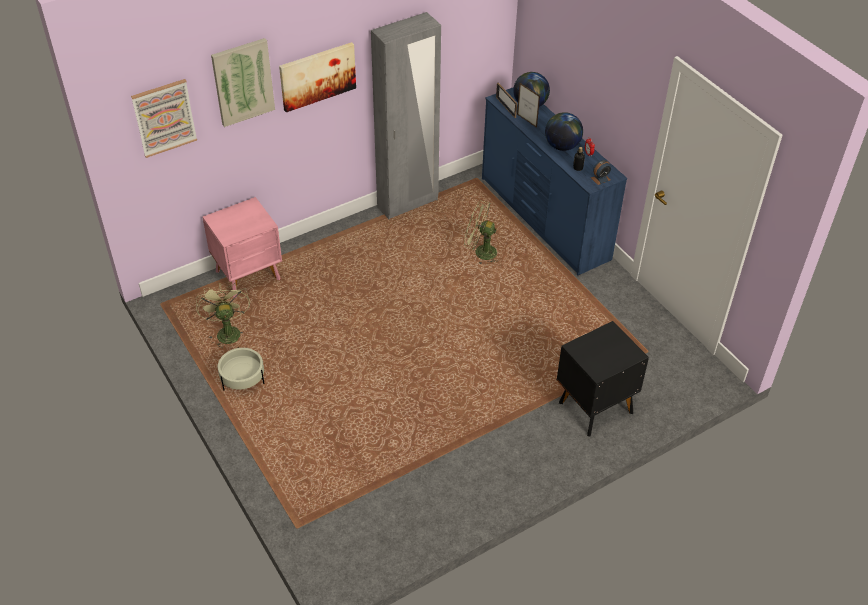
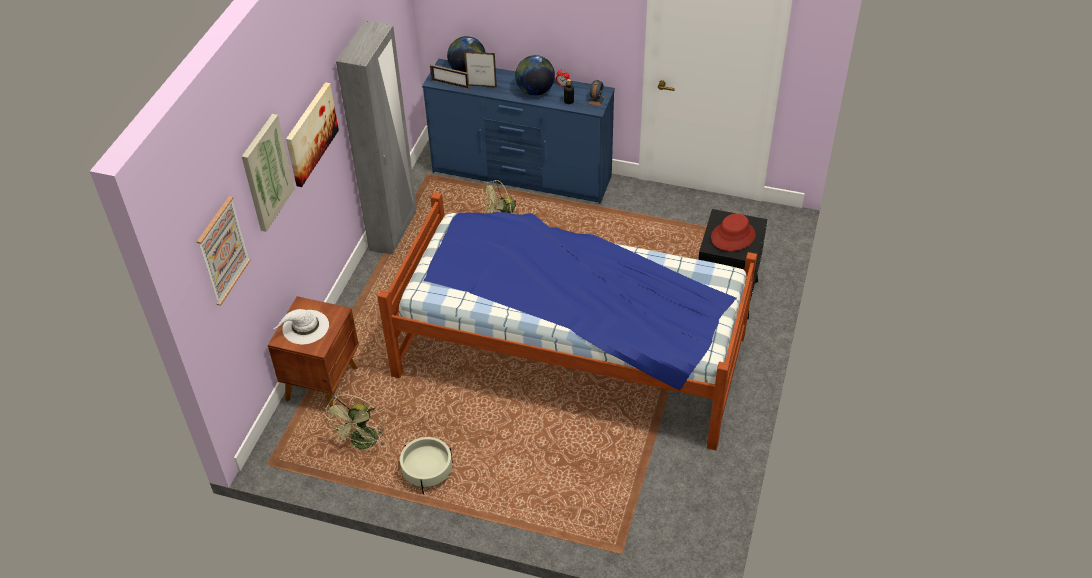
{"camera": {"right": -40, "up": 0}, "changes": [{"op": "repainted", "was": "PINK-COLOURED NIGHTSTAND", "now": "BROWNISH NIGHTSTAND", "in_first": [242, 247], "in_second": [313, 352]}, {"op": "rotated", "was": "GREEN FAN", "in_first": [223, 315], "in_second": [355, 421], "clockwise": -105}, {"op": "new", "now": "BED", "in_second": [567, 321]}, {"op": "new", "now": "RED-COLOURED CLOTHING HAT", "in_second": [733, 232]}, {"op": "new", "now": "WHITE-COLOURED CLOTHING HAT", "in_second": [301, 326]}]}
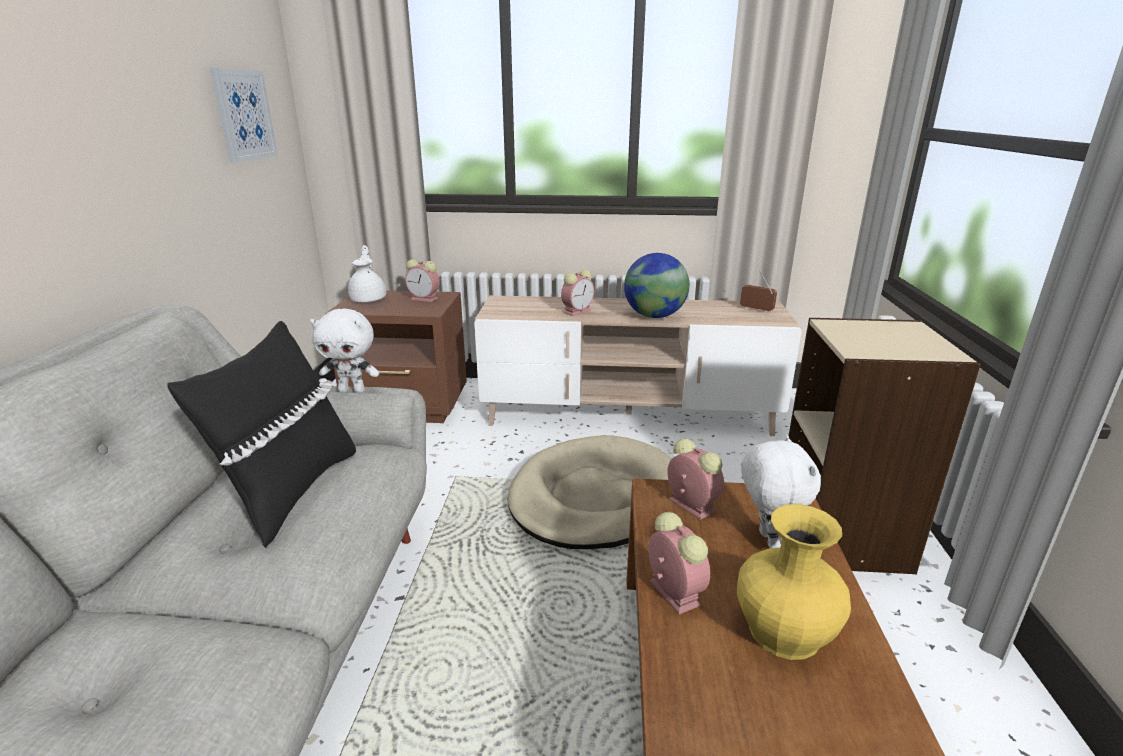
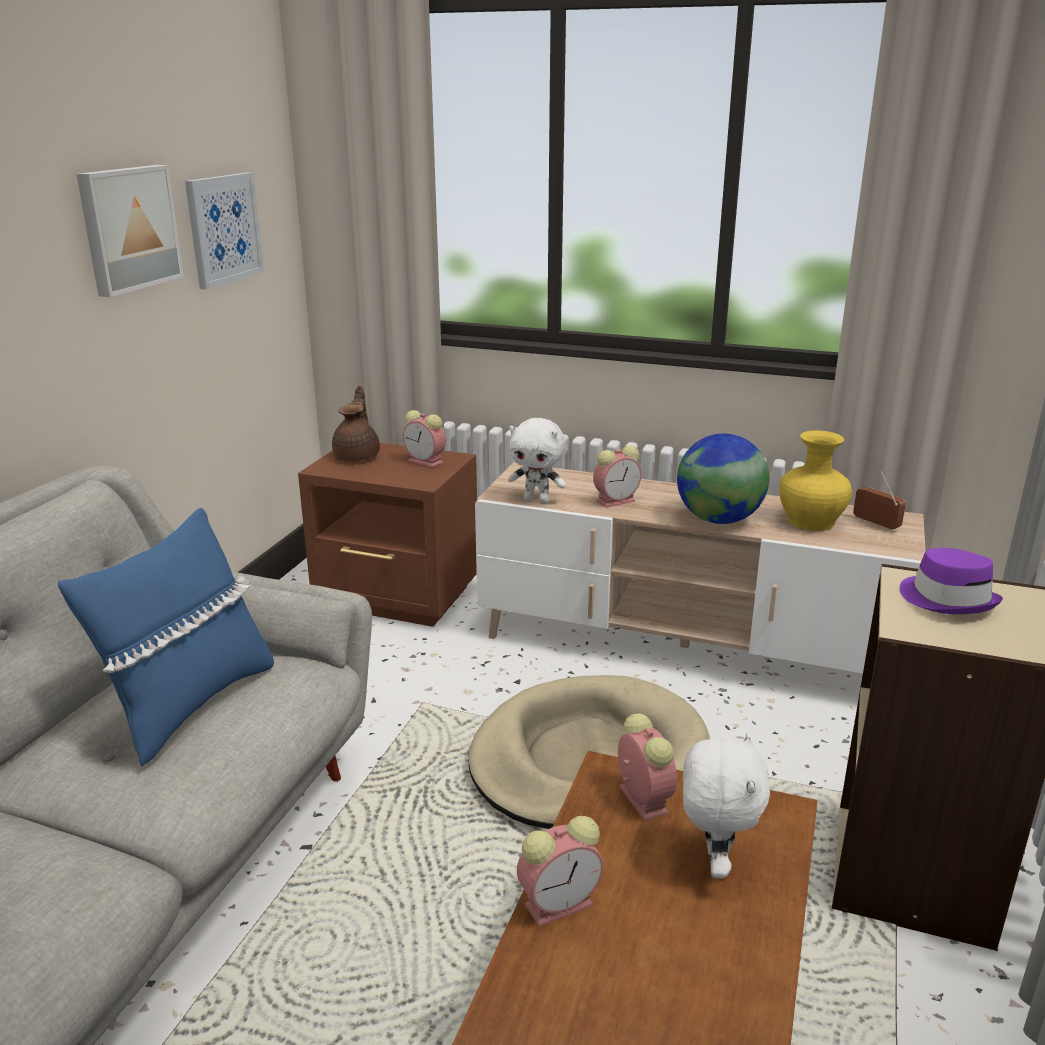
{"camera": {"right": 15, "up": 0}, "changes": [{"op": "repainted", "was": "WHITE-COLOURED TEA POT", "now": "BROWNISH TEA POT", "in_first": [367, 274], "in_second": [356, 423]}, {"op": "shifted", "was": "WHITE-COLOURED CUDDLY TOY", "in_first": [344, 351], "in_second": [537, 460]}, {"op": "repainted", "was": "BLACK-COLOURED PILLOW", "now": "BLUE PILLOW", "in_first": [261, 434], "in_second": [166, 637]}, {"op": "shifted", "was": "YELLOW-COLOURED FLOWER VASE", "in_first": [794, 582], "in_second": [815, 480]}, {"op": "rotated", "was": "TABLE CLOCK", "in_first": [679, 563], "in_second": [560, 871], "clockwise": 75}, {"op": "new", "now": "PICTURE", "in_second": [130, 231]}, {"op": "new", "now": "PURPLISH CLOTHING HAT", "in_second": [951, 581]}]}
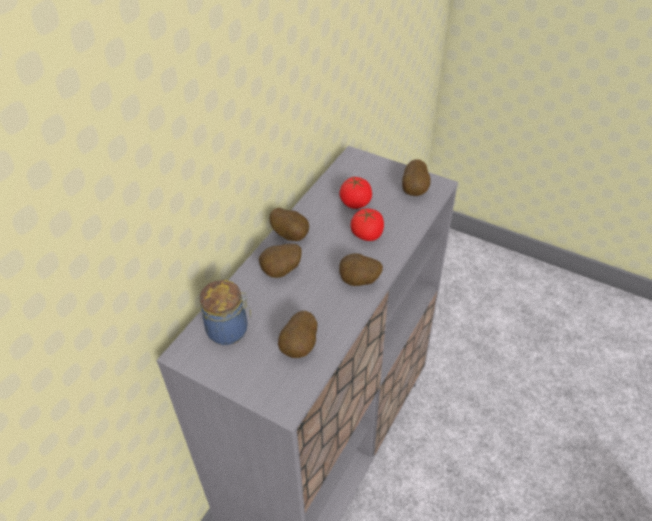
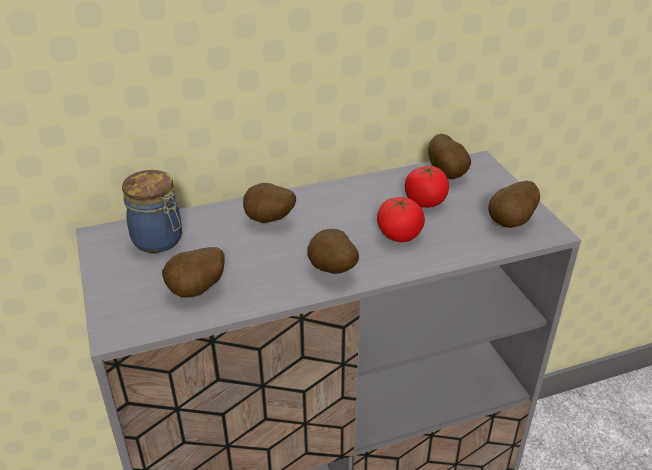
{"camera": {"right": 40, "up": -10}, "changes": [{"op": "shifted", "was": "WHOLE POTATO", "in_first": [289, 224], "in_second": [449, 156]}]}
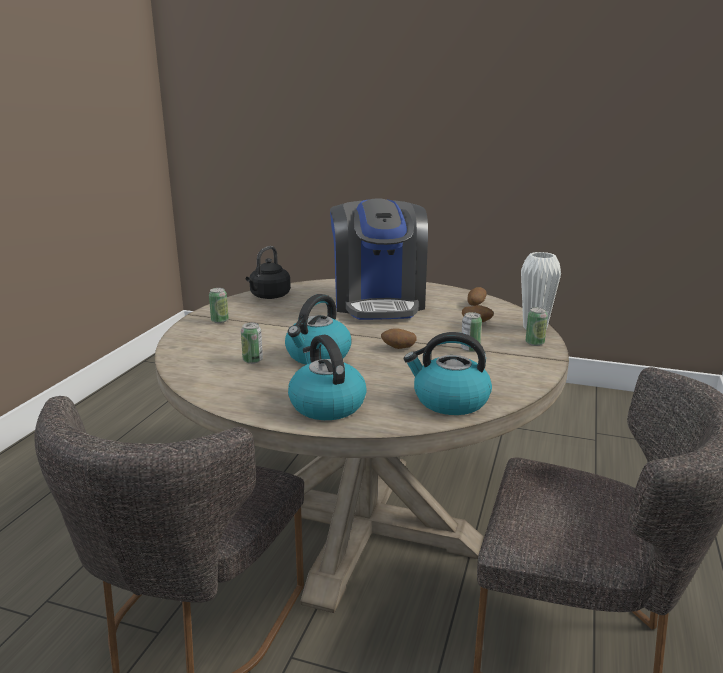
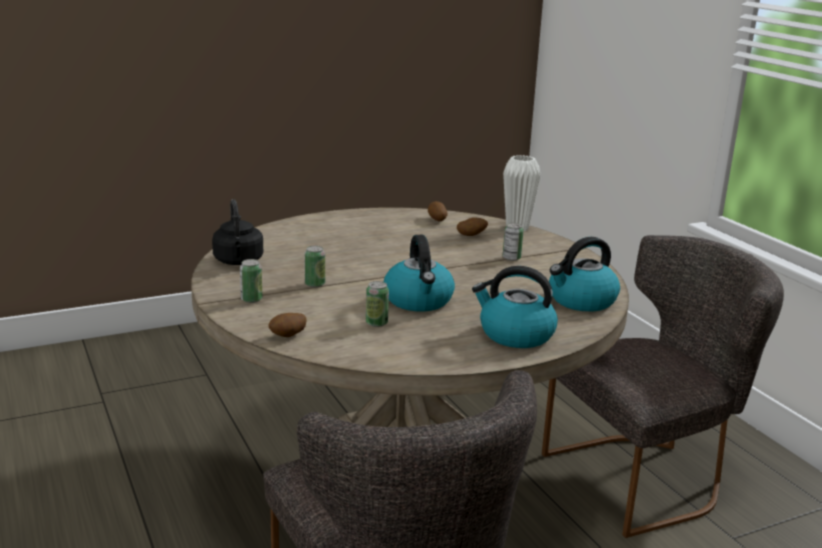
{"camera": {"right": -45, "up": 0}, "changes": [{"op": "gone", "was": "COFFEE MAKER", "in_first": [379, 259]}, {"op": "shifted", "was": "SEALED CAN", "in_first": [536, 326], "in_second": [315, 267]}, {"op": "shifted", "was": "WHOLE POTATO", "in_first": [399, 338], "in_second": [288, 325]}]}
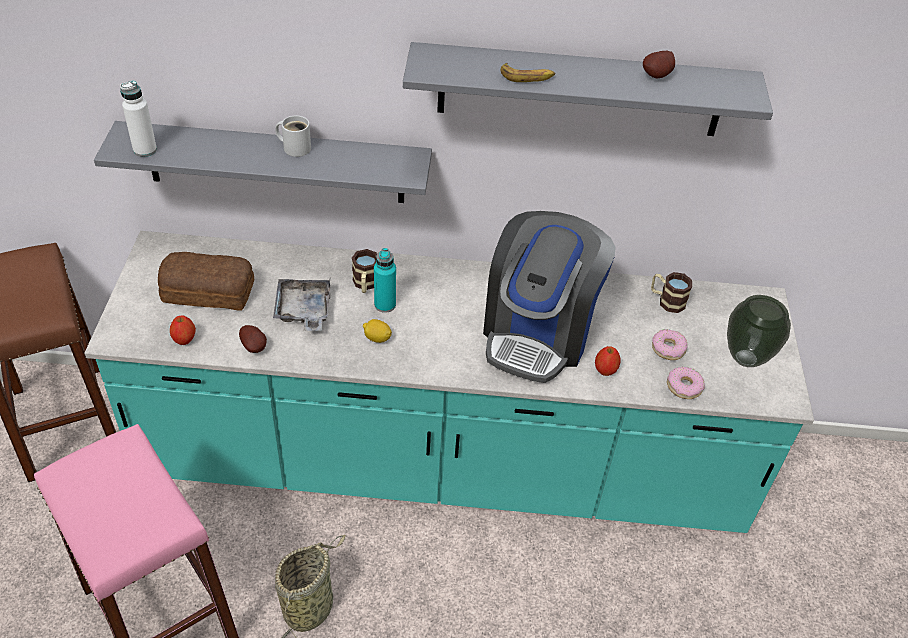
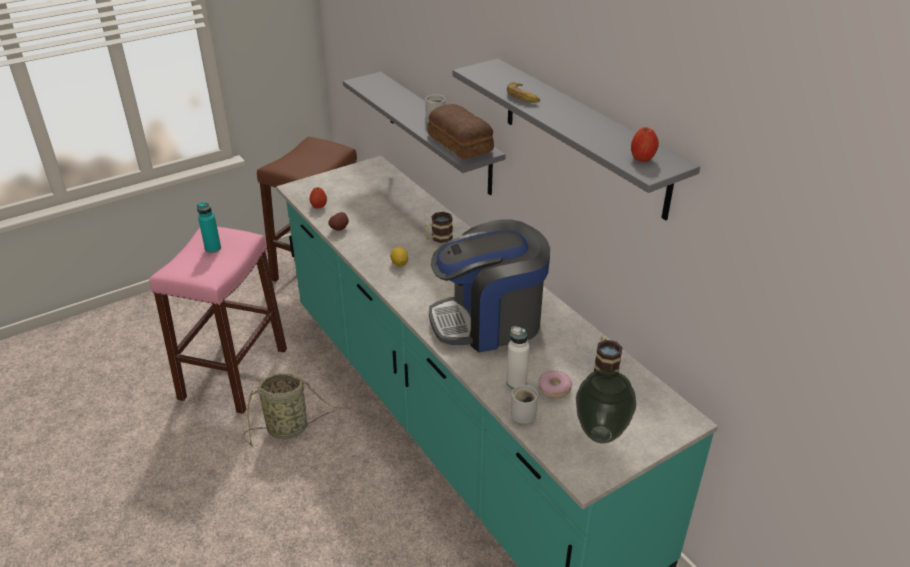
{"camera": {"right": 55, "up": -10}, "changes": [{"op": "gone", "was": "WHOLE POTATO", "in_first": [659, 64]}, {"op": "shifted", "was": "WHITE-COLOURED BEVERAGE BOTTLE", "in_first": [138, 119], "in_second": [517, 357]}, {"op": "shifted", "was": "TURQUOISE BEVERAGE BOTTLE", "in_first": [385, 280], "in_second": [209, 227]}, {"op": "shifted", "was": "BAKED BREAD", "in_first": [206, 281], "in_second": [460, 131]}, {"op": "gone", "was": "GREYISH TRAY", "in_first": [301, 305]}, {"op": "shifted", "was": "WHOLE APPLE", "in_first": [608, 361], "in_second": [645, 144]}, {"op": "swapped", "was": "RING DOUGHNUT", "now": "WHITE-COLOURED MUG", "in_first": [686, 383], "in_second": [524, 404]}]}
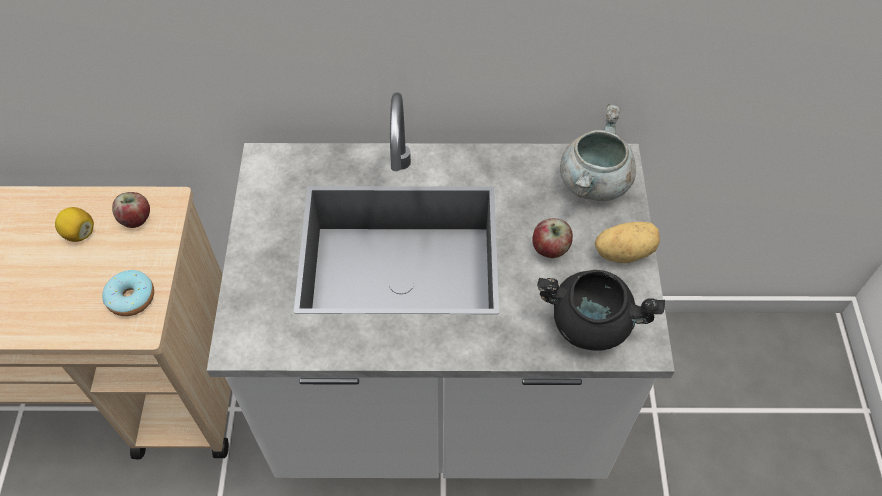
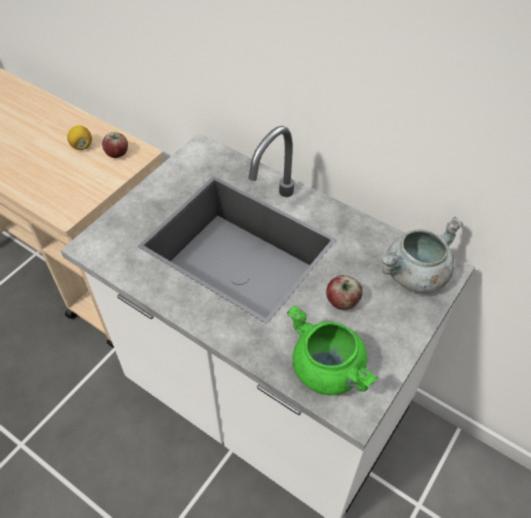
{"camera": {"right": 35, "up": -5}, "changes": [{"op": "gone", "was": "WHOLE POTATO", "in_first": [627, 242]}, {"op": "gone", "was": "RING DOUGHNUT", "in_first": [128, 293]}, {"op": "repainted", "was": "BLACK-COLOURED SAUCEPOT", "now": "GREEN SAUCEPOT", "in_first": [601, 310], "in_second": [332, 350]}]}
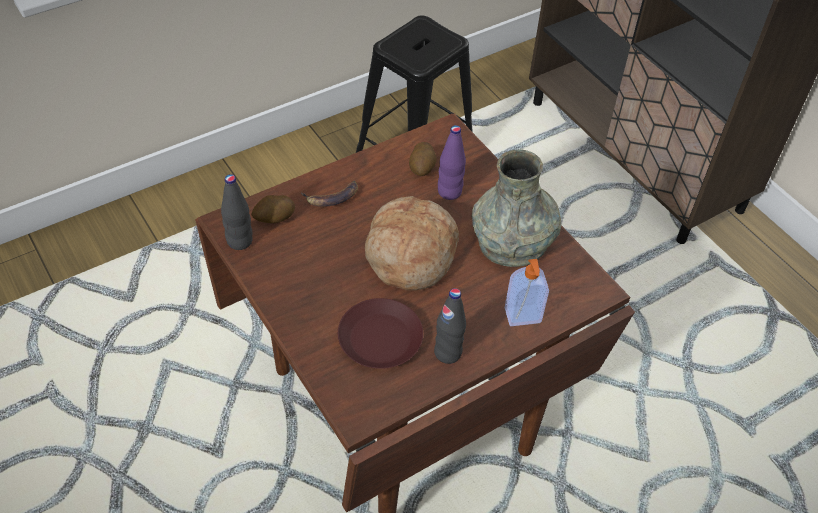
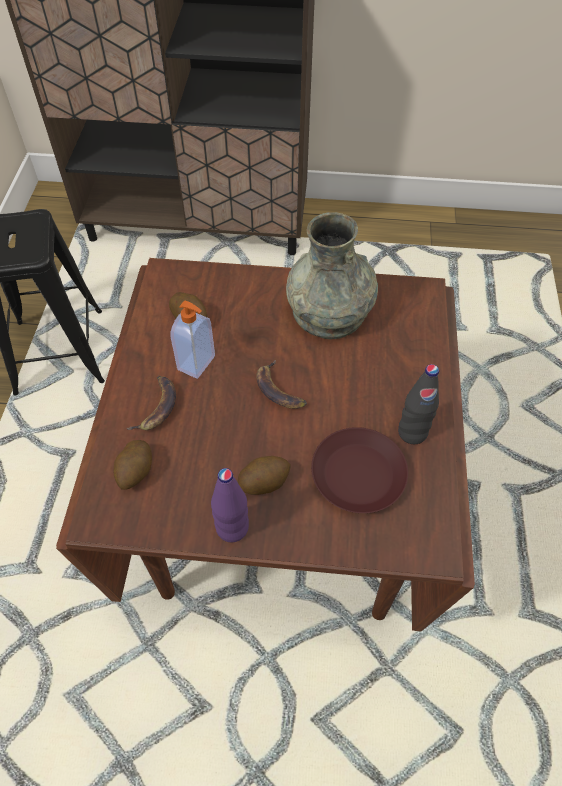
{"camera": {"right": -50, "up": 5}, "changes": [{"op": "shifted", "was": "PURPLISH BEVERAGE BOTTLE", "in_first": [452, 162], "in_second": [230, 505]}, {"op": "gone", "was": "BLACK-COLOURED BEVERAGE BOTTLE", "in_first": [237, 212]}, {"op": "swapped", "was": "BAKED BREAD", "now": "BANANA", "in_first": [412, 243], "in_second": [281, 384]}, {"op": "shifted", "was": "SOAP BOTTLE", "in_first": [527, 292], "in_second": [192, 339]}, {"op": "new", "now": "WHOLE POTATO", "in_second": [264, 475]}]}
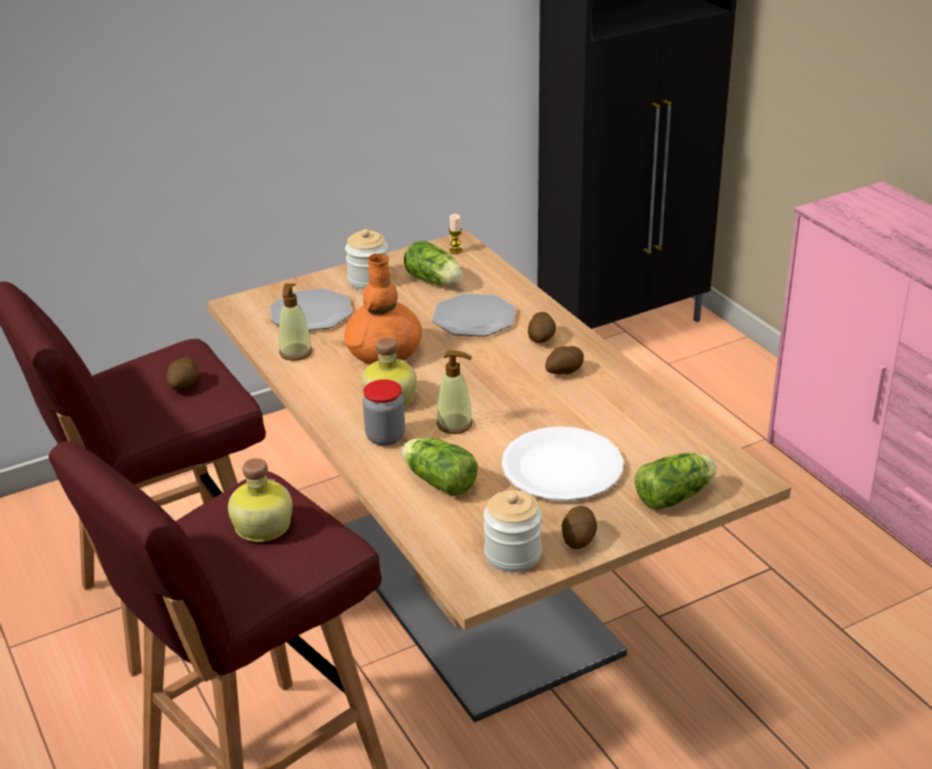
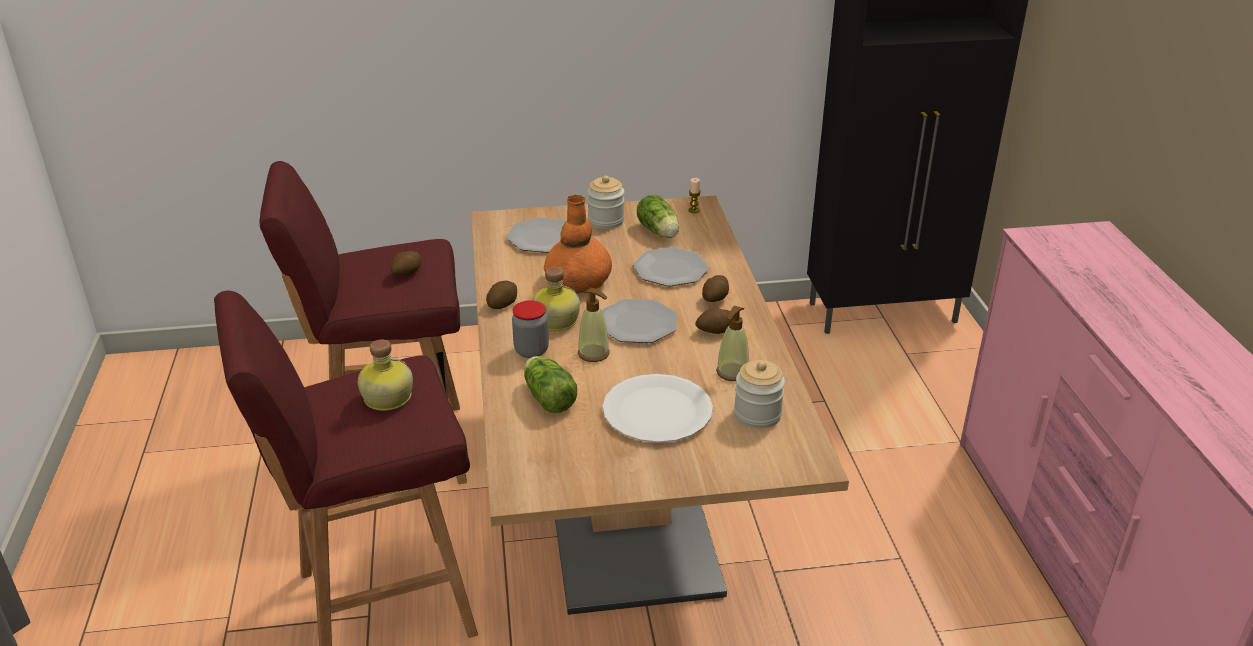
{"camera": {"right": 20, "up": 0}, "changes": [{"op": "shifted", "was": "SOAP BOTTLE", "in_first": [295, 322], "in_second": [732, 343]}, {"op": "gone", "was": "HEAD OF LETTUCE", "in_first": [676, 481]}, {"op": "shifted", "was": "PRESERVE JAR", "in_first": [513, 531], "in_second": [759, 394]}, {"op": "shifted", "was": "WHOLE POTATO", "in_first": [579, 527], "in_second": [501, 295]}, {"op": "new", "now": "DINNER PLATE", "in_second": [639, 321]}]}
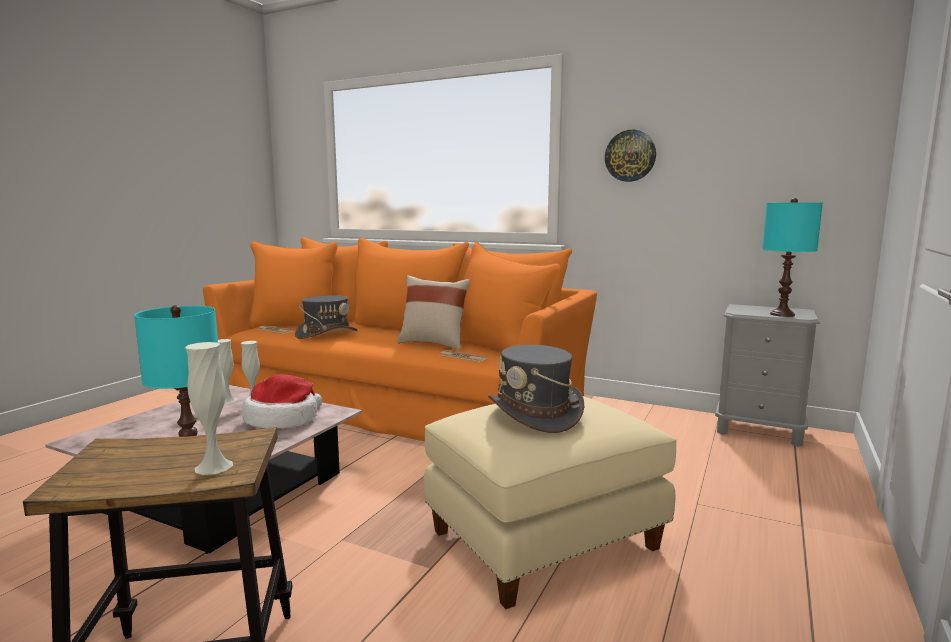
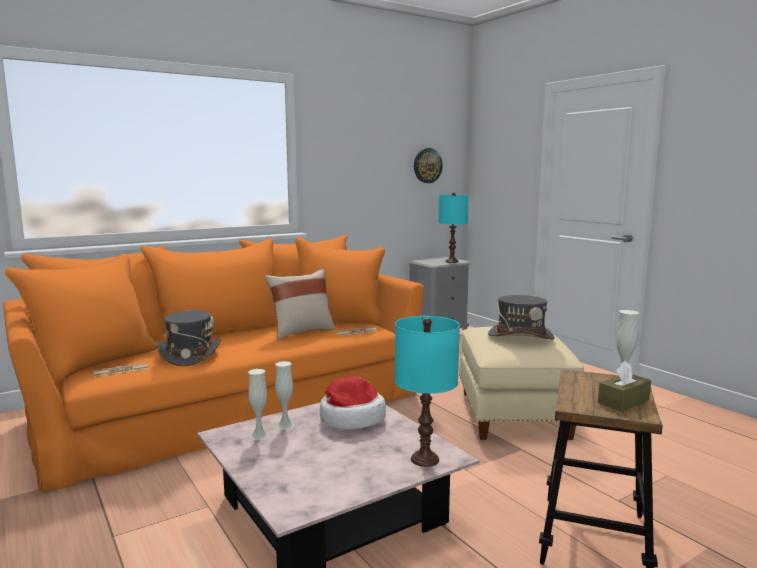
{"camera": {"right": -60, "up": 0}, "changes": [{"op": "shifted", "was": "CLOCK ON THE WALL", "in_first": [630, 156], "in_second": [428, 165]}, {"op": "new", "now": "BROWNISH TISSUE BOX", "in_second": [624, 386]}]}
